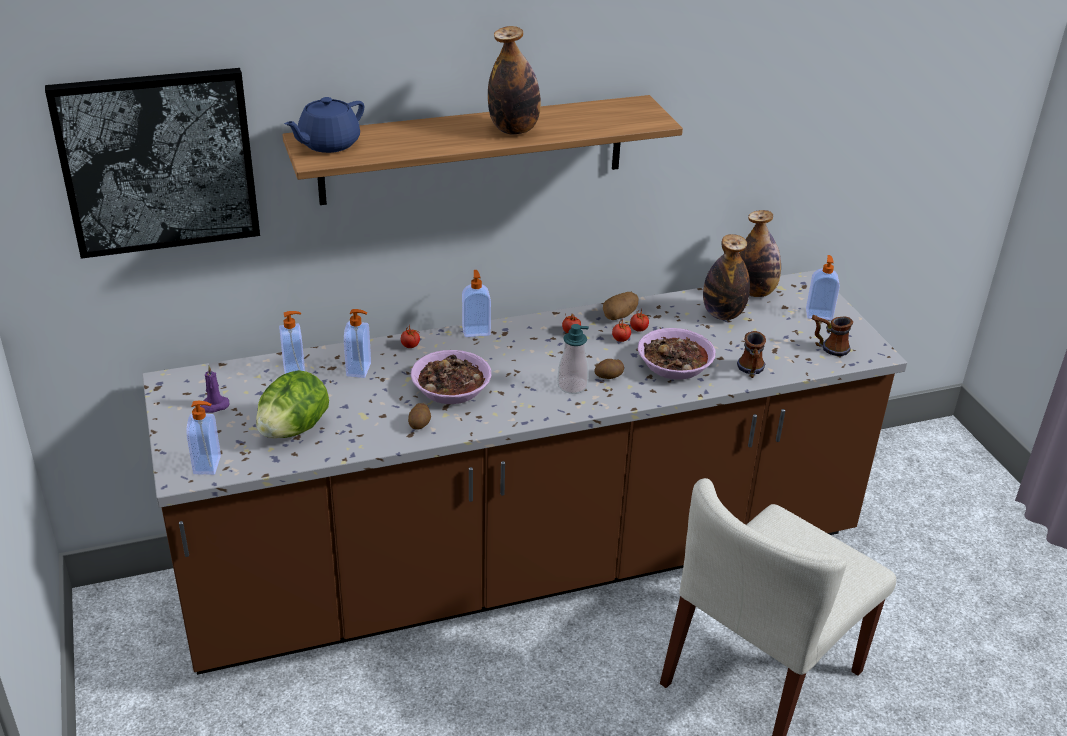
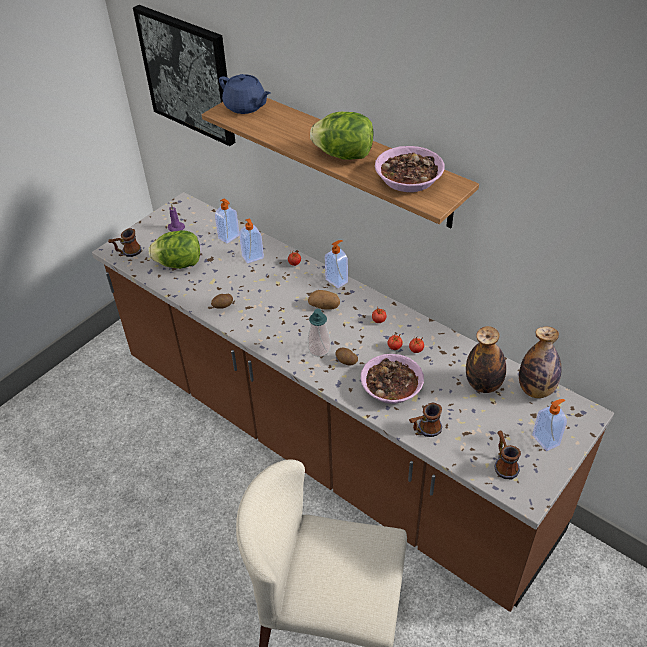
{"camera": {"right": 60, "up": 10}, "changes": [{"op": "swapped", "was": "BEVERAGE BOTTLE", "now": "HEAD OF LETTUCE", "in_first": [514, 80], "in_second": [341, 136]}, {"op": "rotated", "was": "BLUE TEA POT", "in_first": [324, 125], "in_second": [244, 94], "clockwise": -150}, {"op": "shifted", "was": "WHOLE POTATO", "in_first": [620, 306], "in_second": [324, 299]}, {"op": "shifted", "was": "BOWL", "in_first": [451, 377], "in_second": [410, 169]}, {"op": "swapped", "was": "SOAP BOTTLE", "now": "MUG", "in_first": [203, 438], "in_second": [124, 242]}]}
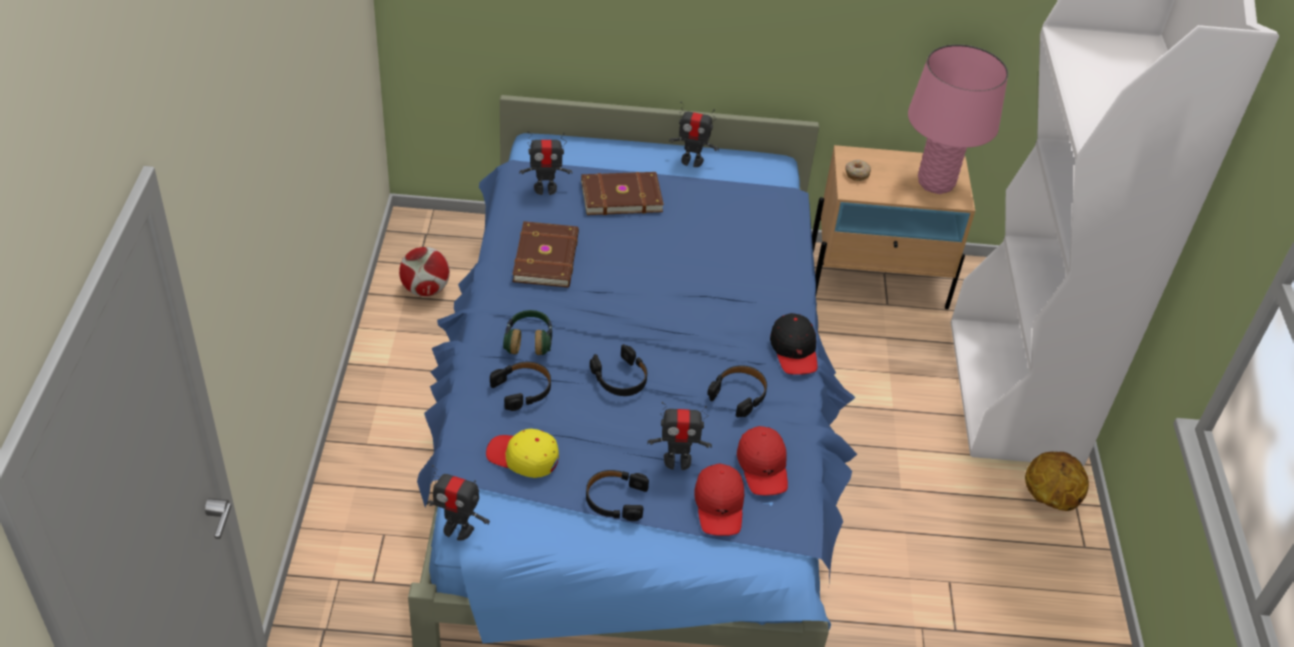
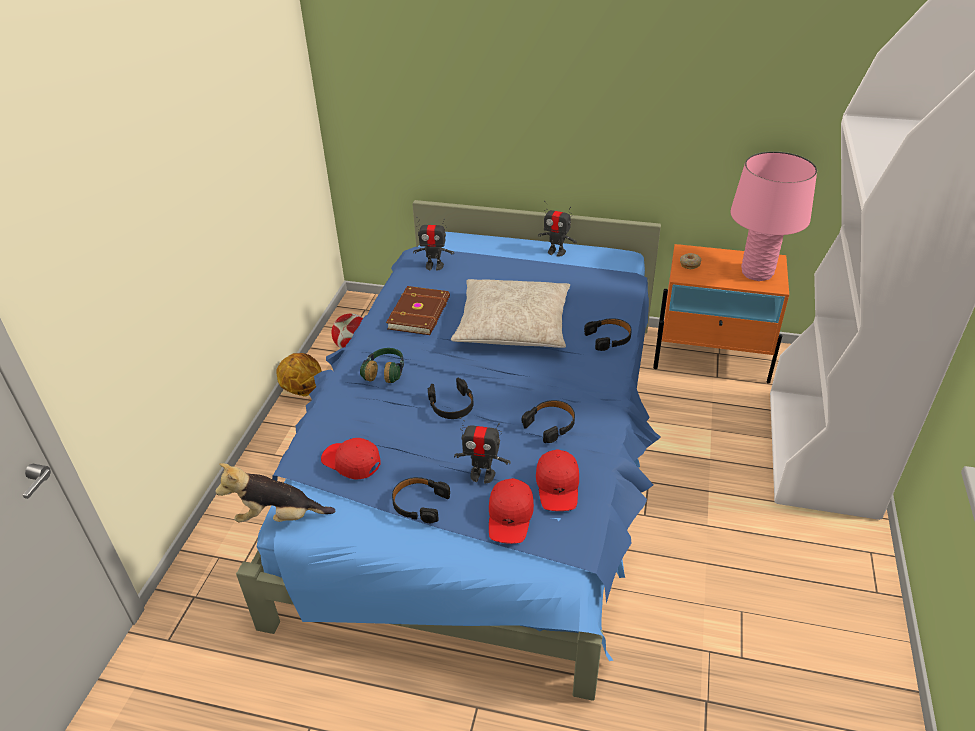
{"camera": {"right": 15, "up": -5}, "changes": [{"op": "repainted", "was": "SAND-COLOURED NIGHTSTAND", "now": "ORANGE NIGHTSTAND", "in_first": [893, 227], "in_second": [721, 314]}, {"op": "gone", "was": "BROWNISH VOLUME", "in_first": [622, 193]}, {"op": "gone", "was": "BLACK-COLOURED CAP", "in_first": [794, 344]}, {"op": "shifted", "was": "BLACK-COLOURED HEADSET", "in_first": [520, 386], "in_second": [608, 334]}, {"op": "repainted", "was": "YELLOW-COLOURED CAP", "now": "RED-COLOURED CAP", "in_first": [522, 453], "in_second": [351, 459]}, {"op": "shifted", "was": "BASKETBALL BALL", "in_first": [1057, 481], "in_second": [299, 375]}, {"op": "swapped", "was": "ROBOT FIGURE", "now": "CUDDLY TOY", "in_first": [458, 503], "in_second": [275, 493]}, {"op": "new", "now": "SAND-COLOURED PILLOW", "in_second": [510, 313]}]}
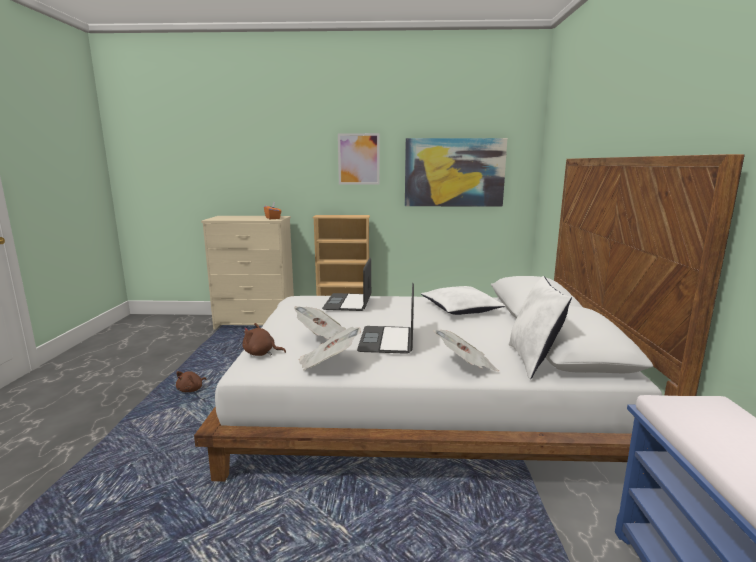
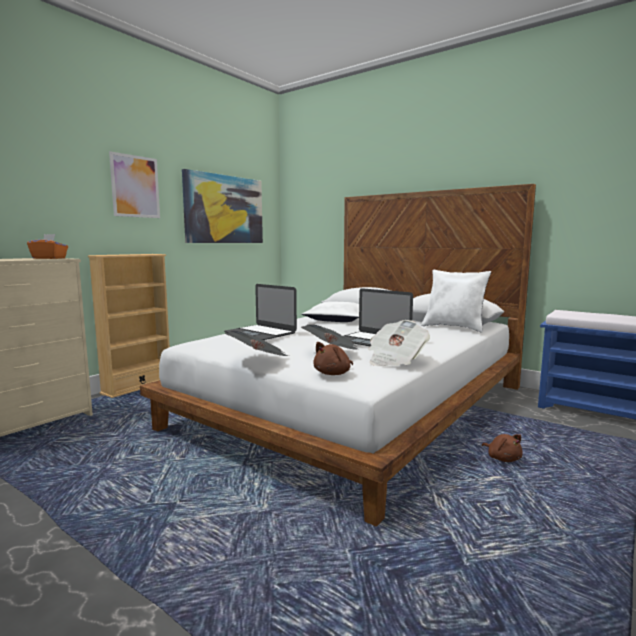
{"camera": {"right": -55, "up": -5}, "changes": [{"op": "shifted", "was": "NEWSPAPER", "in_first": [466, 350], "in_second": [257, 343]}, {"op": "shifted", "was": "BROWNISH CUDDLY TOY", "in_first": [191, 381], "in_second": [502, 448]}]}
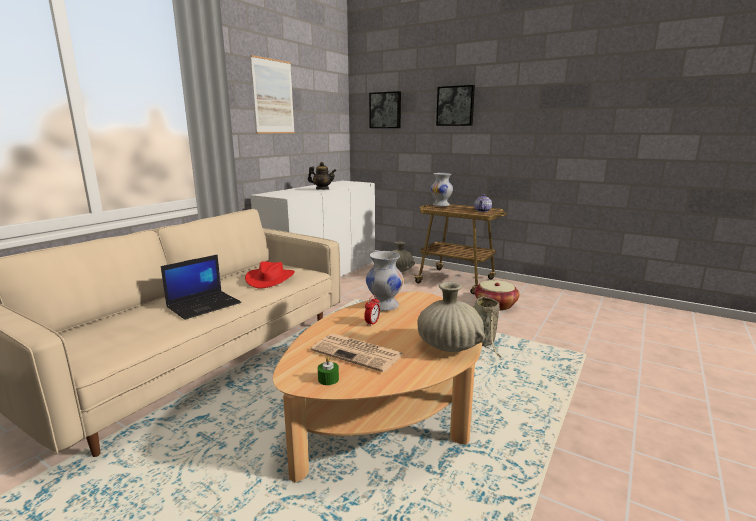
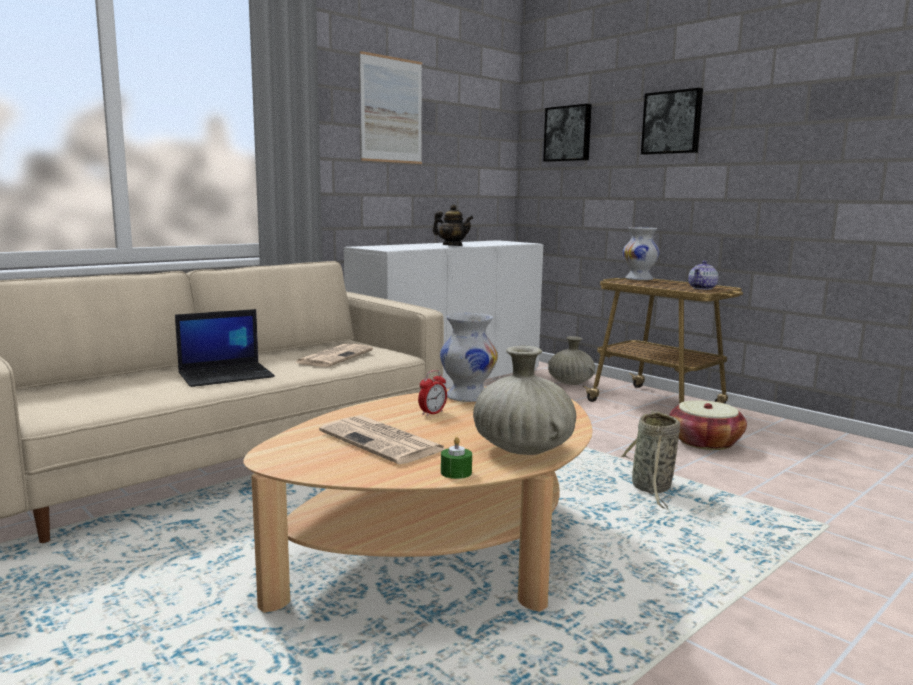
{"camera": {"right": 15, "up": -5}, "changes": [{"op": "swapped", "was": "RED-COLOURED CLOTHING HAT", "now": "NEWSPAPER", "in_first": [270, 274], "in_second": [334, 355]}, {"op": "shifted", "was": "GREEN WAX LIGHT", "in_first": [328, 371], "in_second": [456, 458]}]}
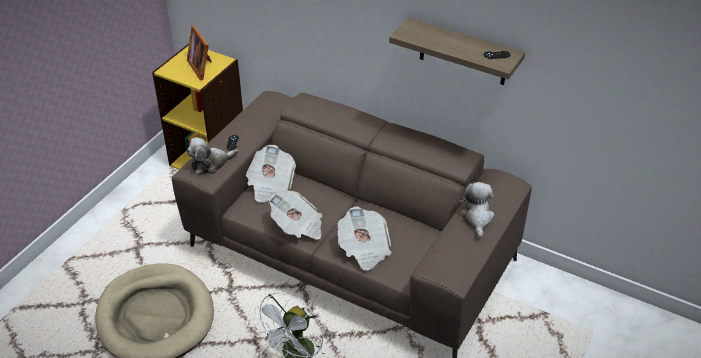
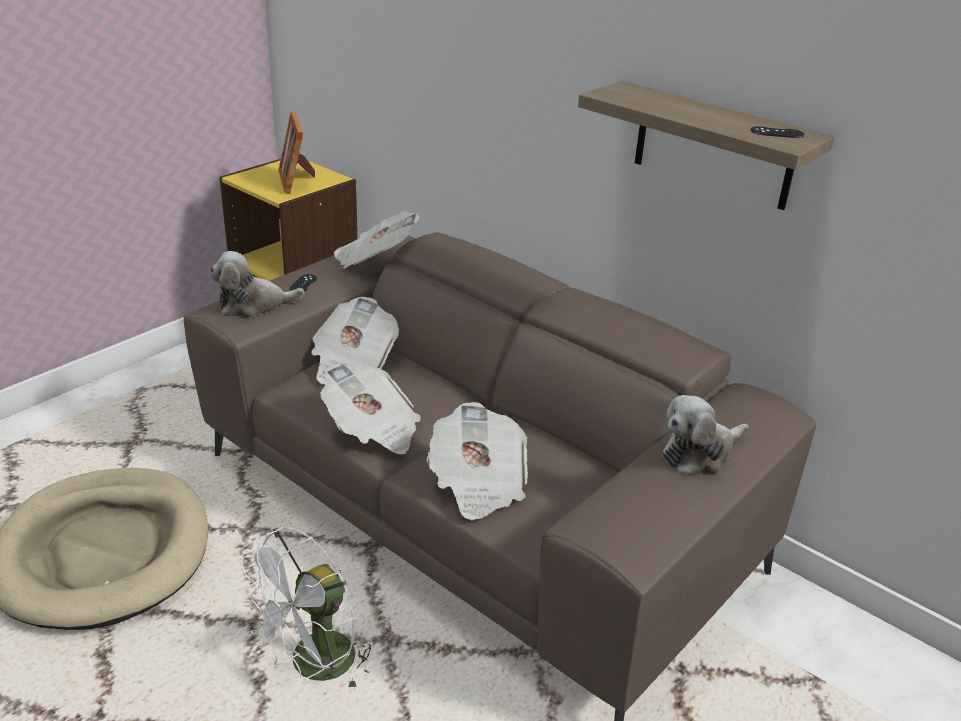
{"camera": {"right": 10, "up": -10}, "changes": [{"op": "rotated", "was": "CUDDLY TOY", "in_first": [476, 210], "in_second": [705, 435], "clockwise": -135}, {"op": "new", "now": "NEWSPAPER", "in_second": [376, 240]}]}
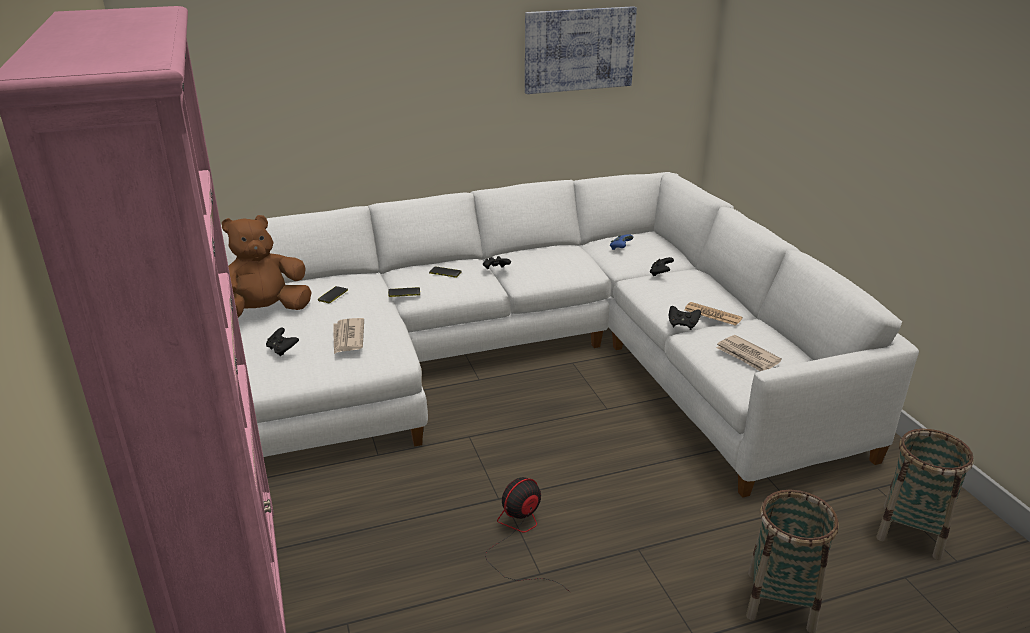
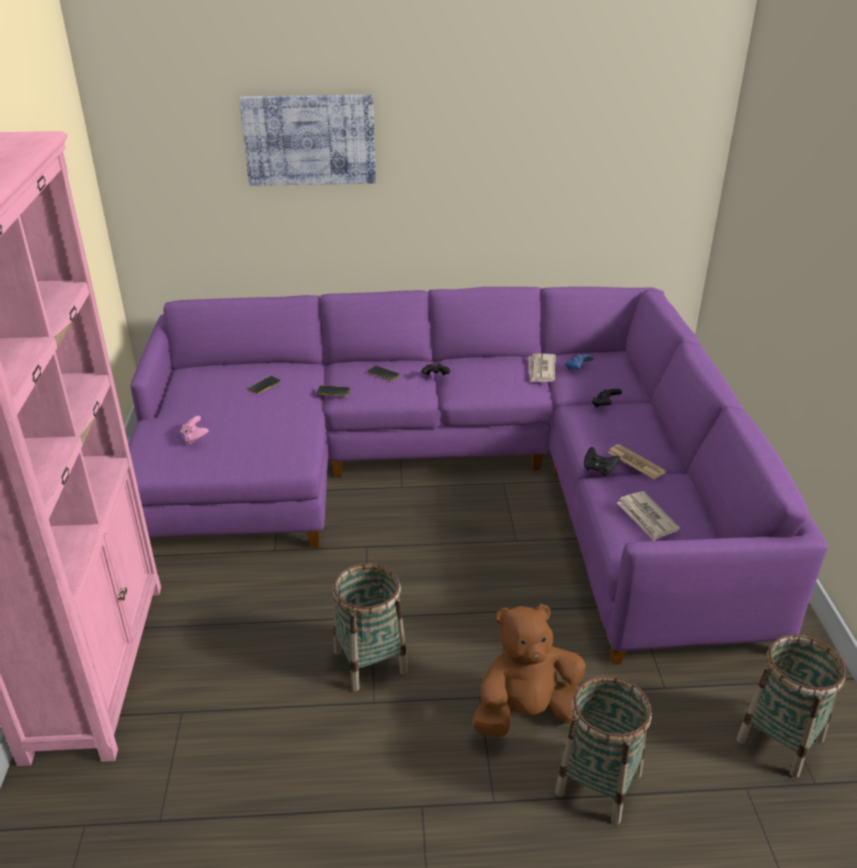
{"camera": {"right": 15, "up": 5}, "changes": [{"op": "shifted", "was": "PICTURE", "in_first": [581, 50], "in_second": [307, 140]}, {"op": "repainted", "was": "WHITE-COLOURED SETTEE", "now": "PURPLISH SETTEE", "in_first": [570, 335], "in_second": [478, 476]}, {"op": "shifted", "was": "BROWNISH CUDDLY TOY", "in_first": [267, 266], "in_second": [529, 670]}, {"op": "shifted", "was": "NEWSPAPER", "in_first": [348, 336], "in_second": [542, 368]}, {"op": "repainted", "was": "BLACK-COLOURED GAMEPAD", "now": "PINK-COLOURED GAMEPAD", "in_first": [282, 342], "in_second": [194, 430]}, {"op": "swapped", "was": "FAN", "now": "STORAGE BASKET", "in_first": [527, 534], "in_second": [370, 627]}]}
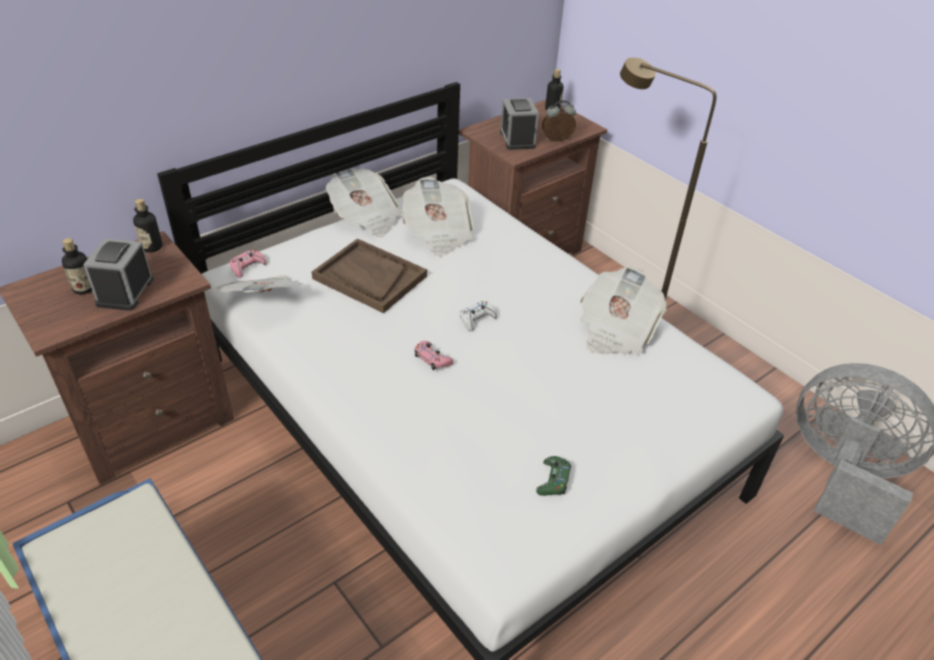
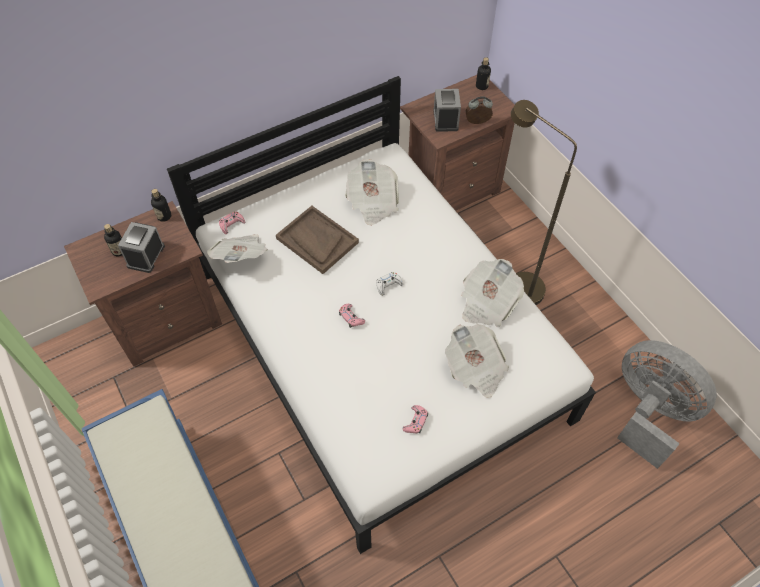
{"camera": {"right": 10, "up": 15}, "changes": [{"op": "shifted", "was": "NEWSPAPER", "in_first": [364, 202], "in_second": [477, 361]}, {"op": "repainted", "was": "GREEN GAMEPAD", "now": "PINK-COLOURED GAMEPAD", "in_first": [553, 476], "in_second": [415, 419]}]}
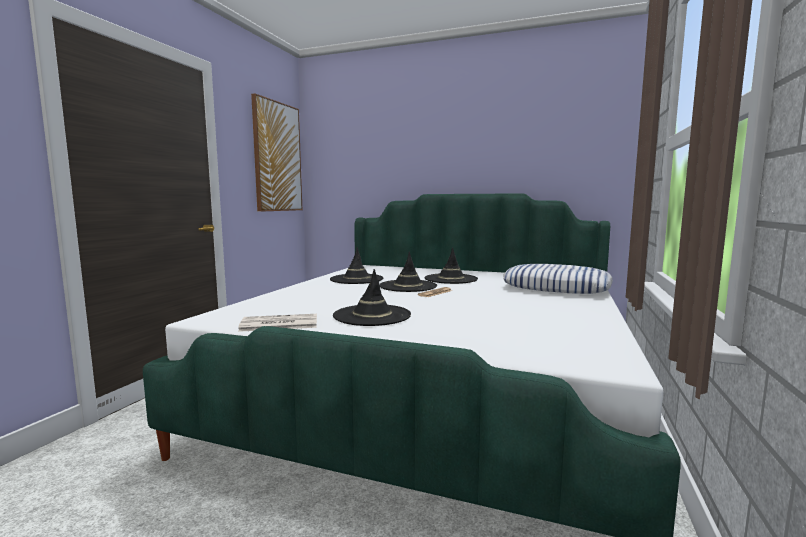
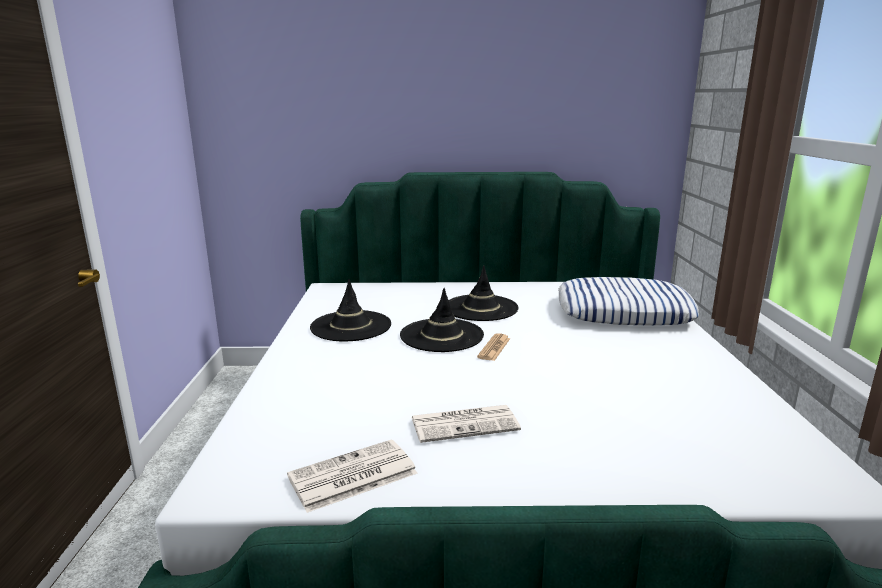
{"camera": {"right": -20, "up": 10}, "changes": [{"op": "gone", "was": "PICTURE", "in_first": [276, 152]}, {"op": "swapped", "was": "BLACK-COLOURED CLOTHING HAT", "now": "NEWSPAPER", "in_first": [372, 297], "in_second": [466, 424]}]}
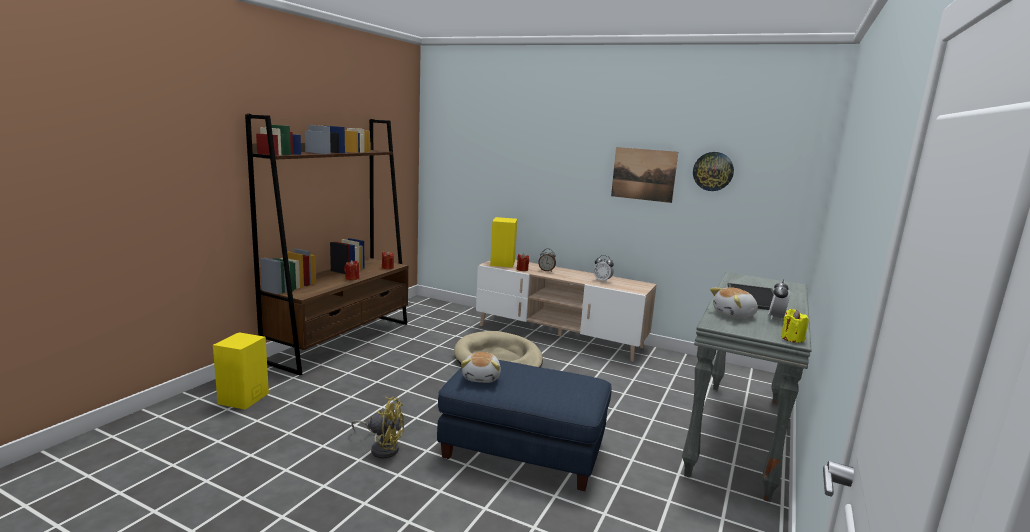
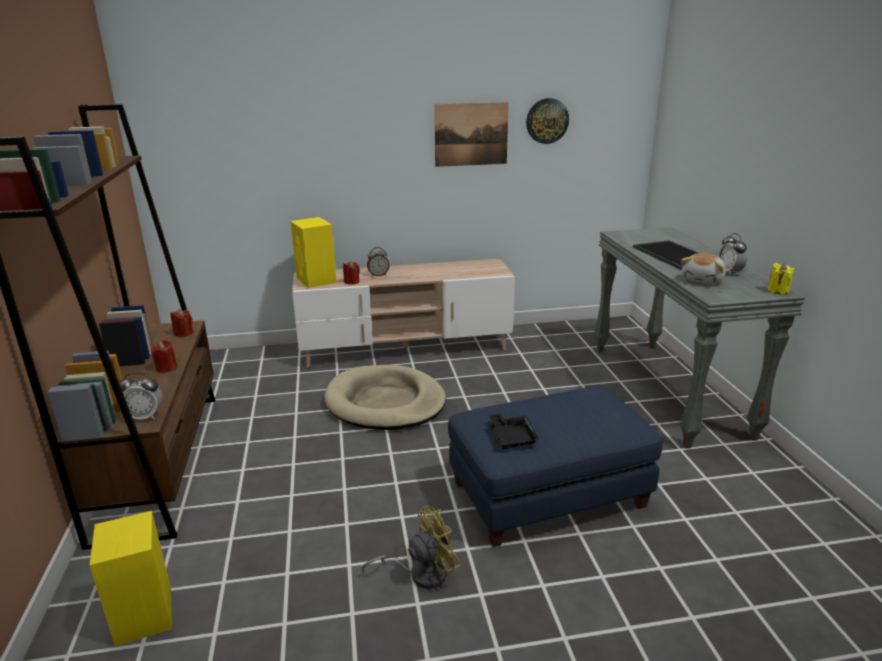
{"camera": {"right": -35, "up": 10}, "changes": [{"op": "shifted", "was": "TABLE CLOCK", "in_first": [603, 269], "in_second": [141, 396]}, {"op": "swapped", "was": "CUDDLY TOY", "now": "BLACK-COLOURED TRAY", "in_first": [481, 367], "in_second": [514, 431]}]}
